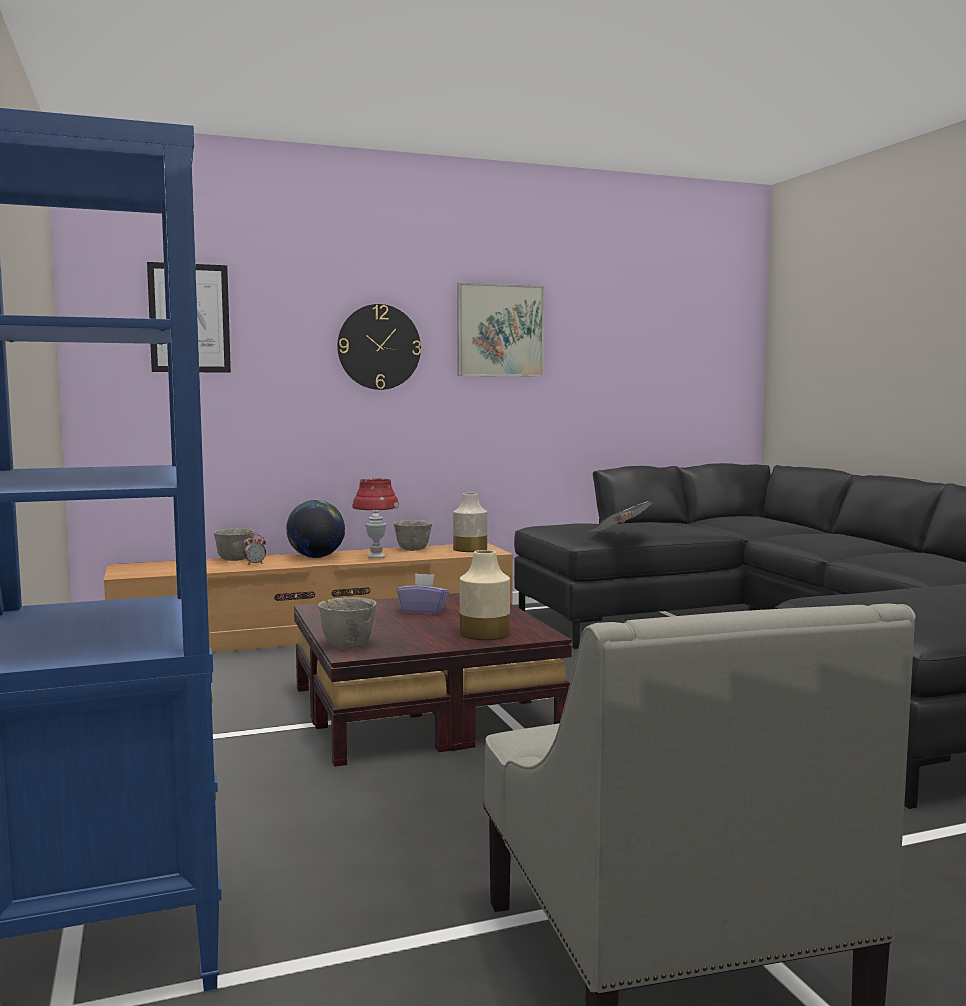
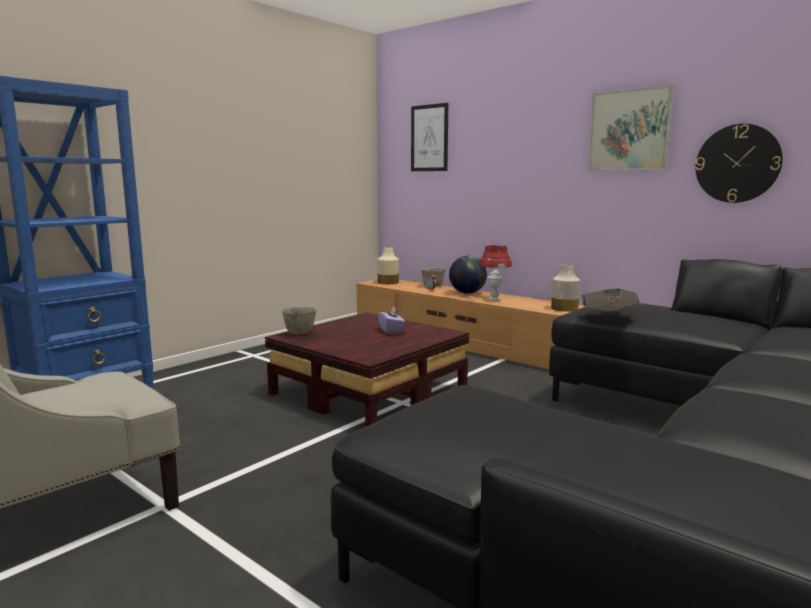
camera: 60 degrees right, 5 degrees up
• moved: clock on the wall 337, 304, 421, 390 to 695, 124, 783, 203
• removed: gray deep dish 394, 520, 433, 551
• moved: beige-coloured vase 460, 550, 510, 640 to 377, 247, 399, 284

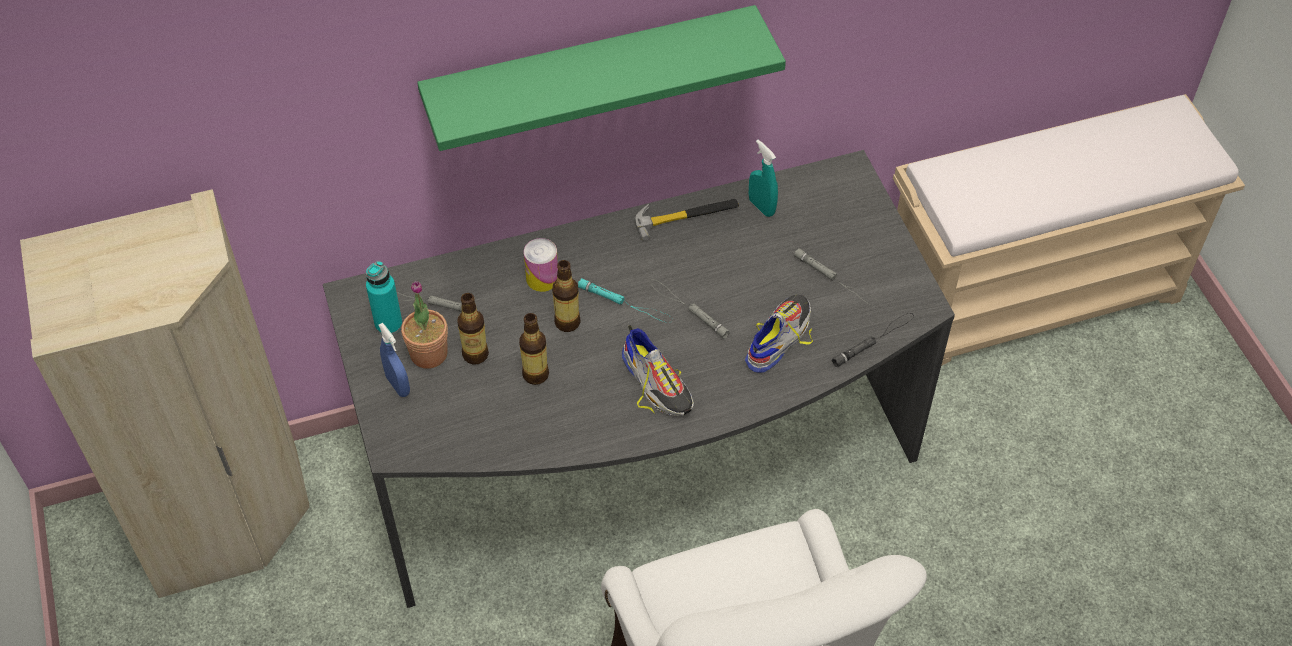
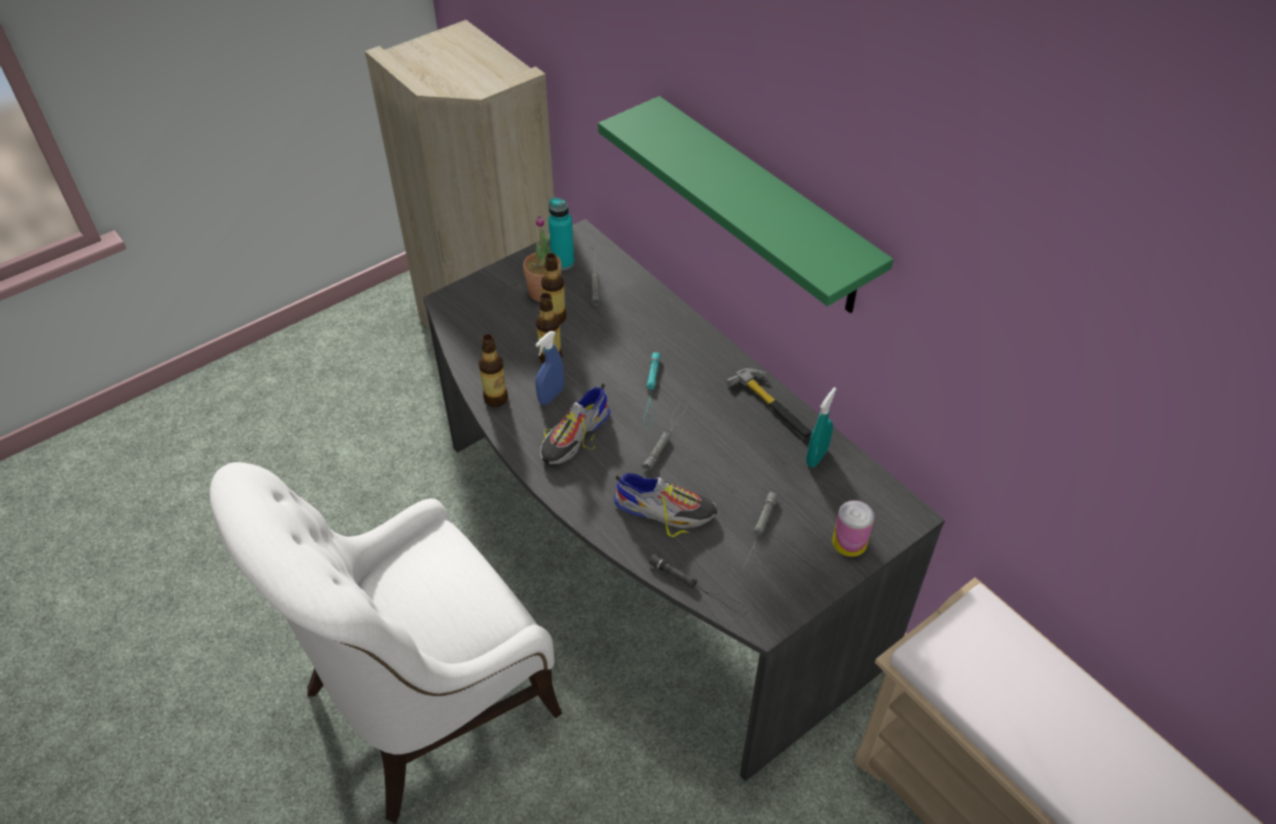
camera: 70 degrees right, 5 degrees down
• moved: sealed can 524, 238, 558, 292 to 832, 500, 875, 557
• moved: bottle 552, 260, 581, 332 to 479, 334, 508, 407
• moved: blue spray bottle 379, 323, 410, 397 to 535, 331, 564, 405

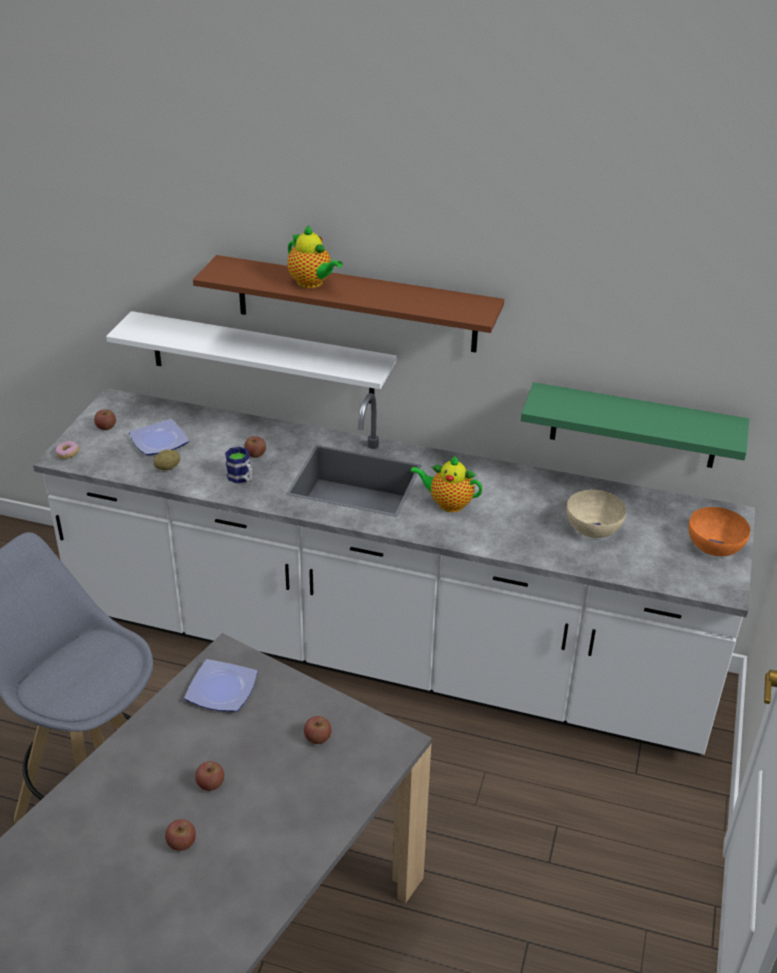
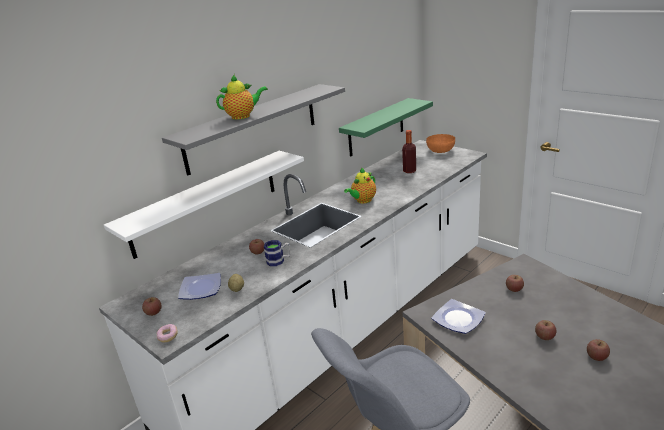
camera: 60 degrees left, 10 degrees down
• recoloured: brown wall shelf 193, 255, 504, 353 to gray wall shelf 162, 84, 345, 176
• replaced: beige-coloured deep dish 566, 489, 626, 538 to bottle 402, 130, 416, 173

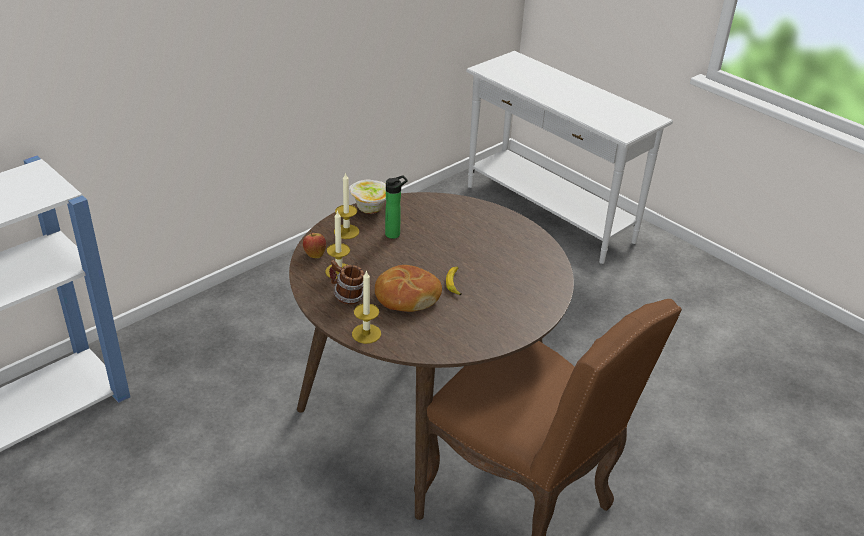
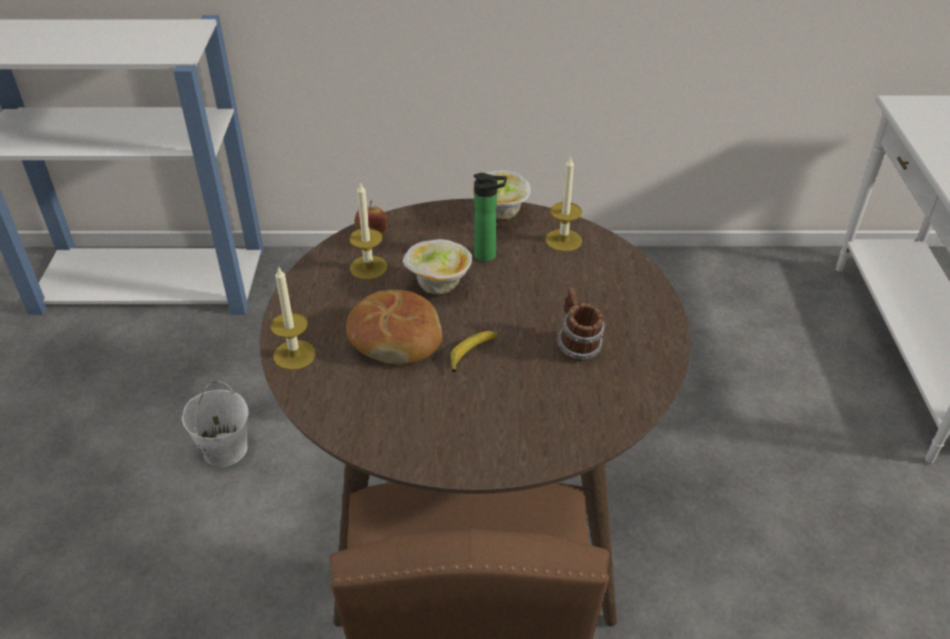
camera: 45 degrees right, 5 degrees up
• moved: wax light 334, 172, 359, 239 to 545, 155, 582, 252
• moved: coffee mug 329, 260, 364, 305 to 557, 287, 605, 361
• added: deep dish 402, 239, 472, 295
• added: white-coloured pail 182, 381, 249, 467

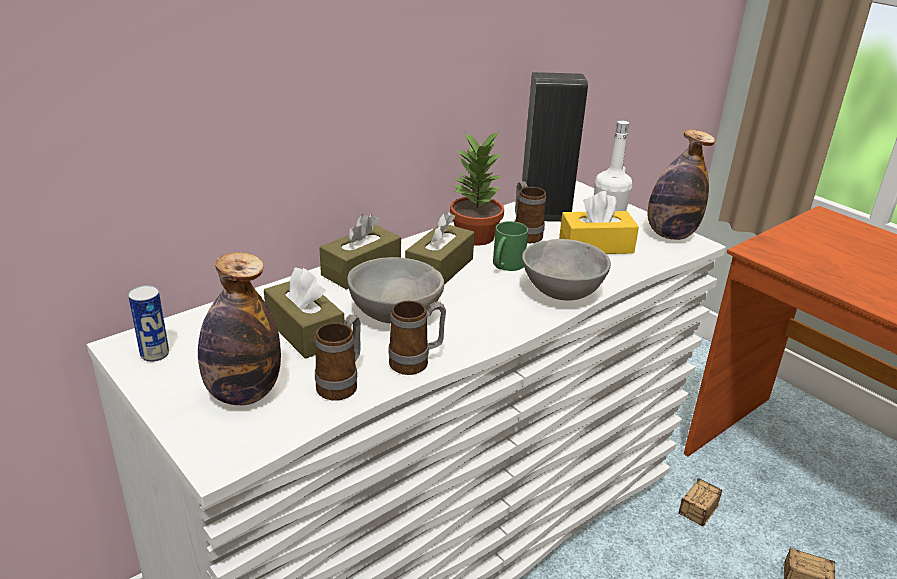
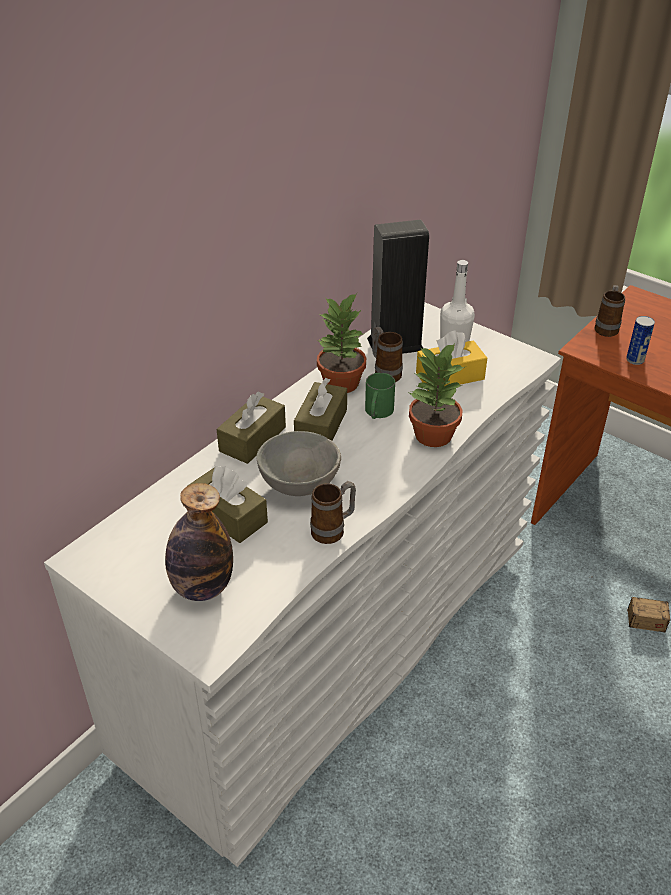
camera: 10 degrees left, 10 degrees up
• removed: bottle 648, 129, 715, 240
• replaced: gray deep dish 522, 239, 611, 300 to houseplant 409, 342, 465, 447
• moved: sealed can 128, 285, 169, 362 to 626, 316, 655, 365
• moved: coffee mug 315, 314, 361, 401 to 594, 285, 625, 337
• removed: storage container 678, 478, 722, 526

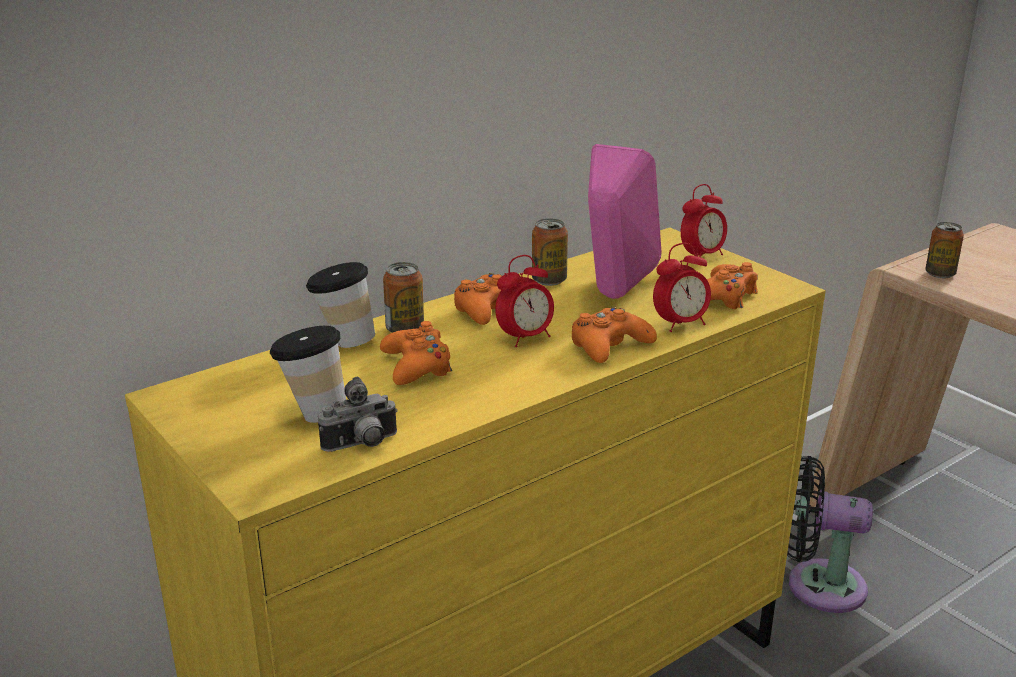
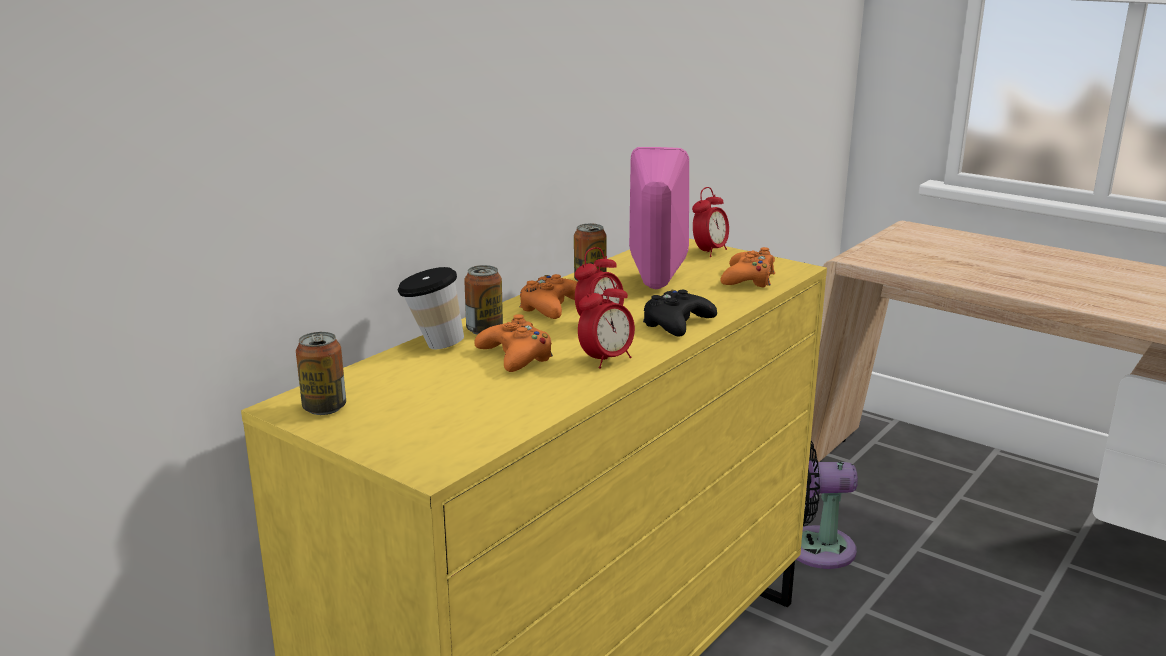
camera: 15 degrees left, 5 degrees down
• moved: sealed can 925, 222, 964, 278 to 296, 332, 346, 415
• moved: table clock 653, 243, 711, 332 to 578, 276, 635, 369
• recoloured: orange game controller 572, 306, 657, 363 to black-coloured game controller 643, 290, 717, 337
• removed: small cup 270, 326, 346, 423
• removed: photo camera 318, 377, 398, 452

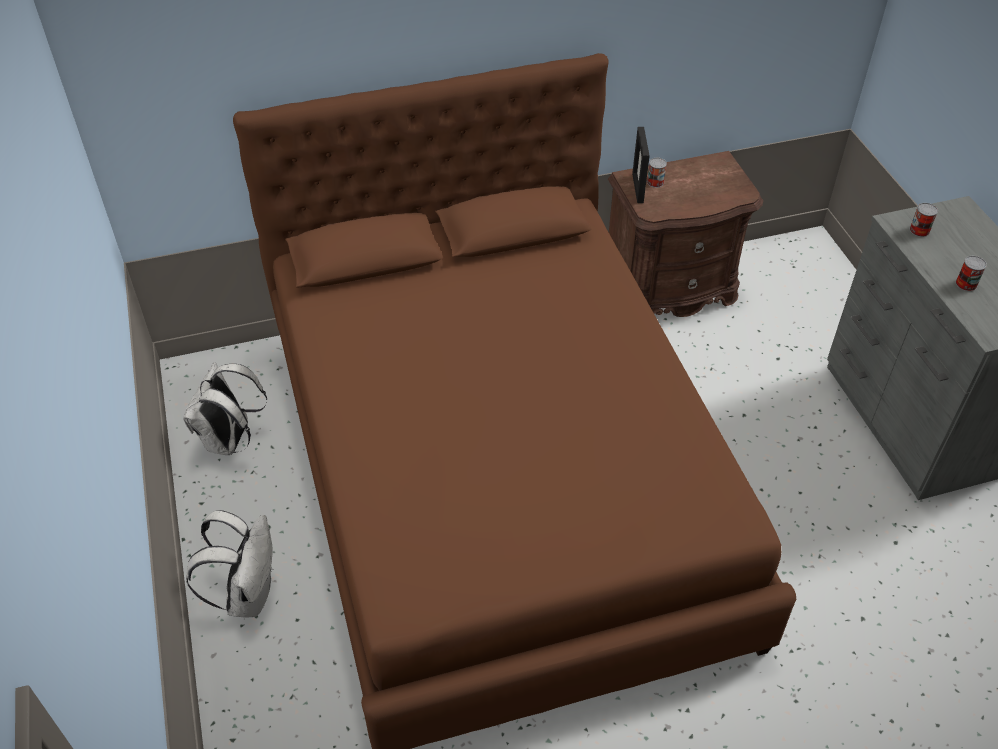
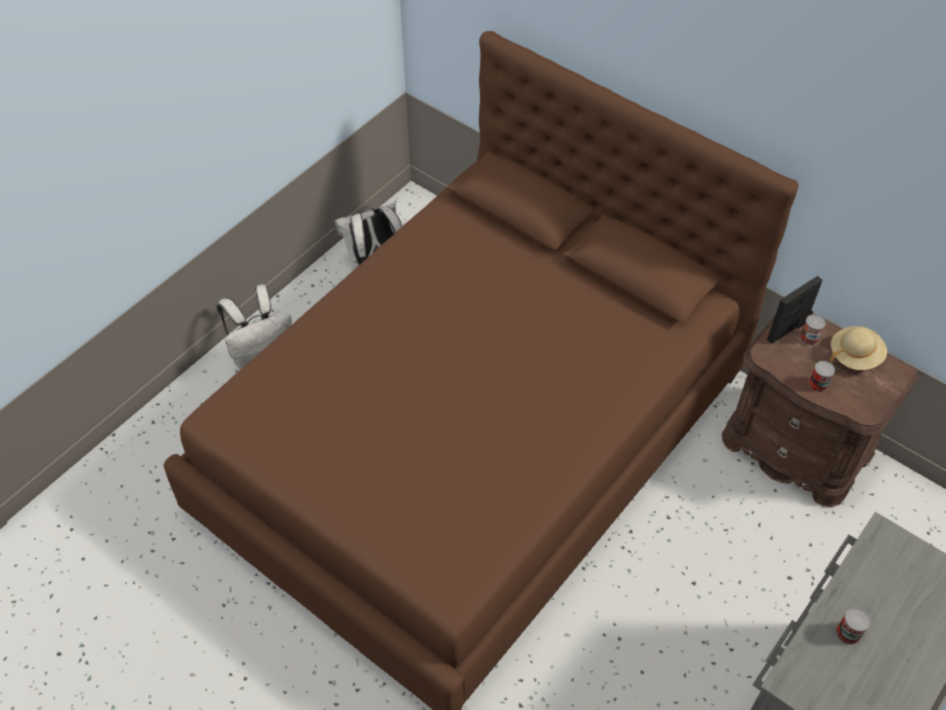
camera: 55 degrees right, 5 degrees up
• moved: sealed can 910, 203, 938, 237 to 808, 361, 835, 393
• added: beige-coloured wearable hat 830, 326, 887, 370

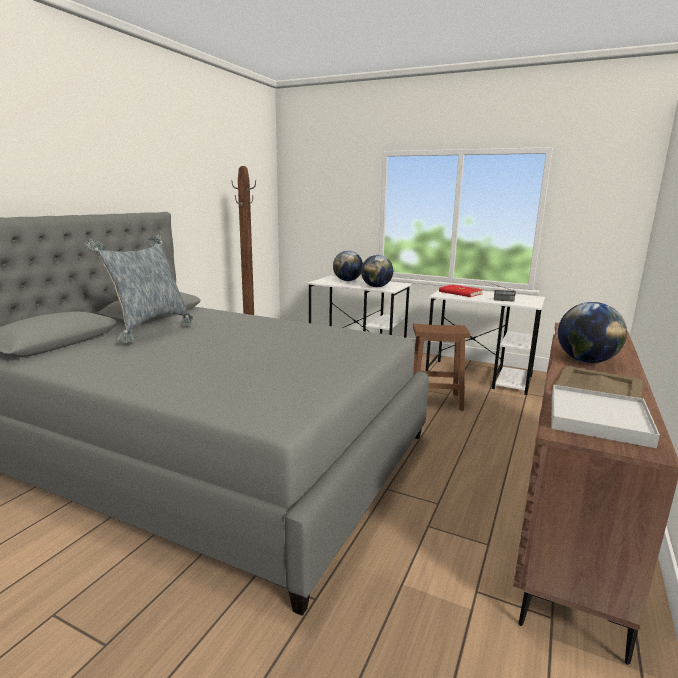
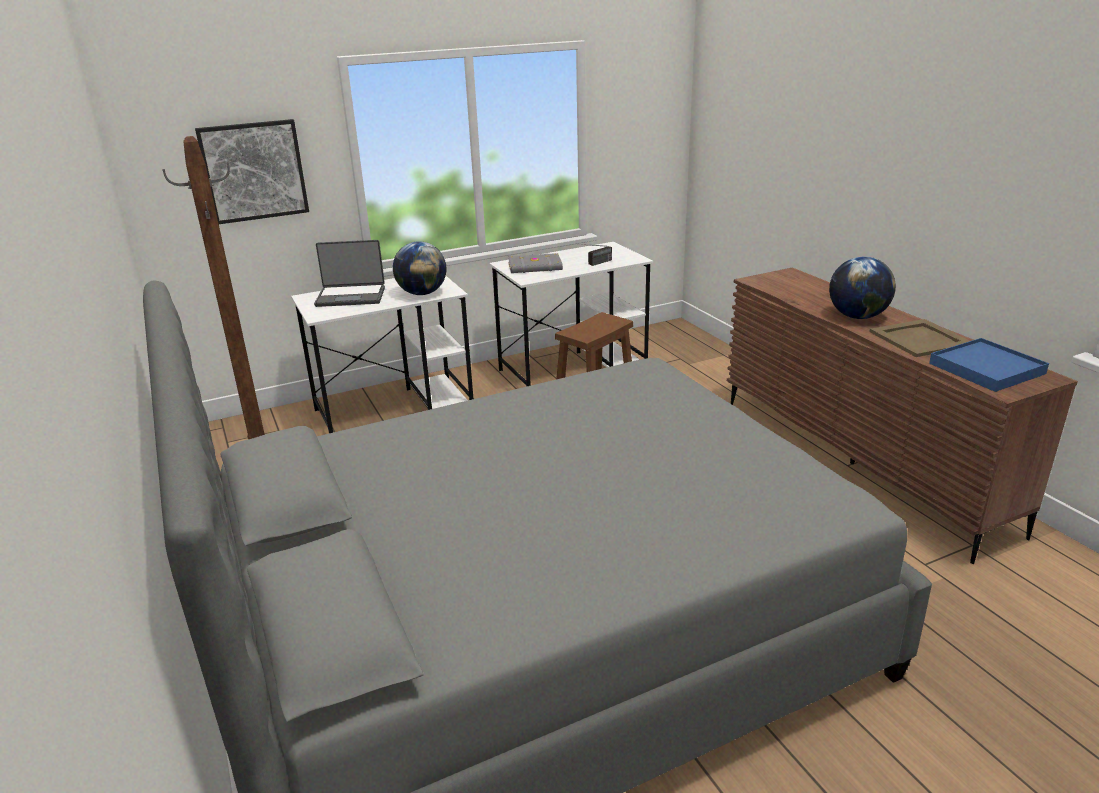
camera: 50 degrees left, 10 degrees up
• removed: pillow 85, 235, 194, 343
• replaced: globe 333, 251, 363, 281 to laptop 314, 240, 385, 307
• recoloured: red bound book 439, 284, 483, 297 to gray bound book 508, 253, 563, 273
• recoloured: white-coloured serving tray 551, 385, 660, 448 to blue serving tray 929, 338, 1049, 392
• added: wall picture 195, 119, 309, 224

